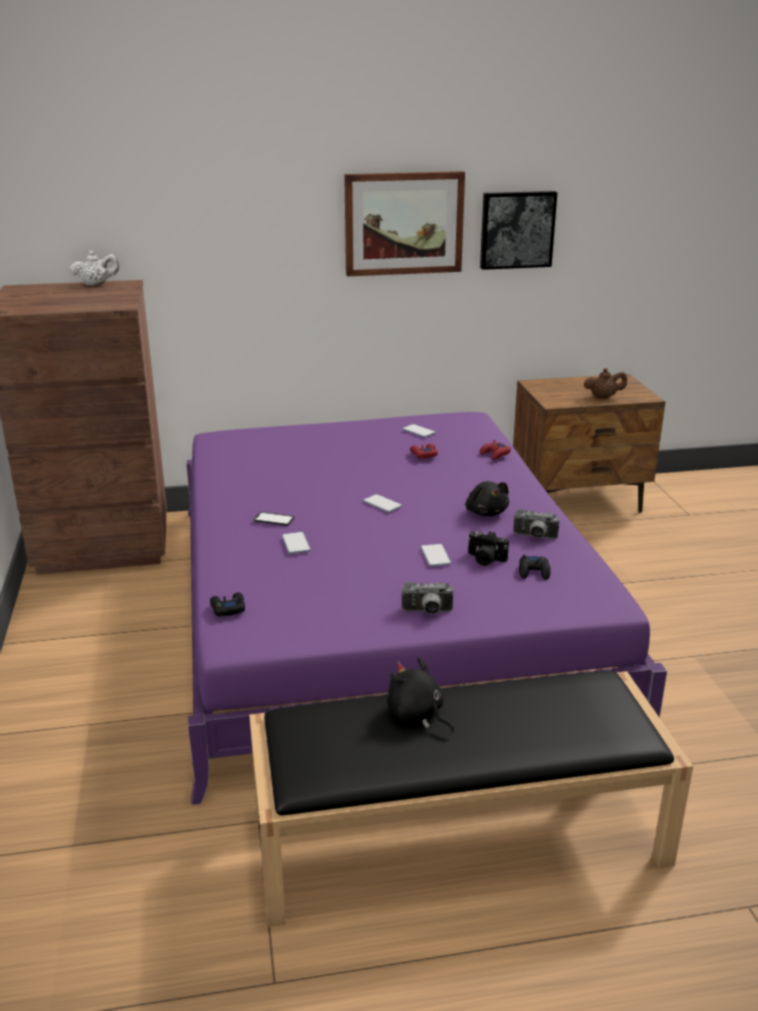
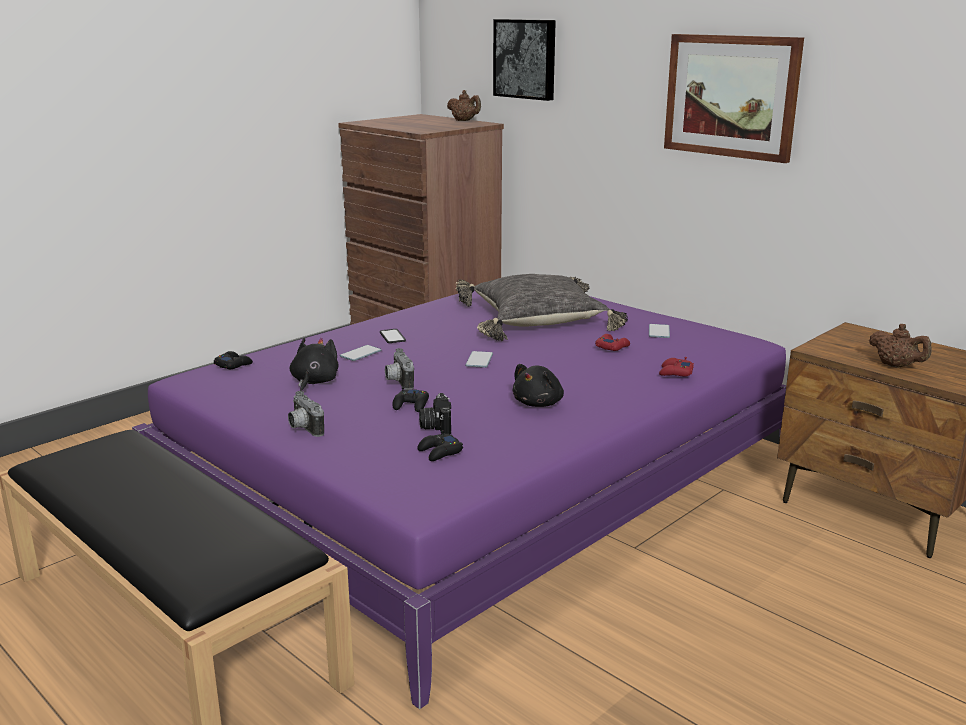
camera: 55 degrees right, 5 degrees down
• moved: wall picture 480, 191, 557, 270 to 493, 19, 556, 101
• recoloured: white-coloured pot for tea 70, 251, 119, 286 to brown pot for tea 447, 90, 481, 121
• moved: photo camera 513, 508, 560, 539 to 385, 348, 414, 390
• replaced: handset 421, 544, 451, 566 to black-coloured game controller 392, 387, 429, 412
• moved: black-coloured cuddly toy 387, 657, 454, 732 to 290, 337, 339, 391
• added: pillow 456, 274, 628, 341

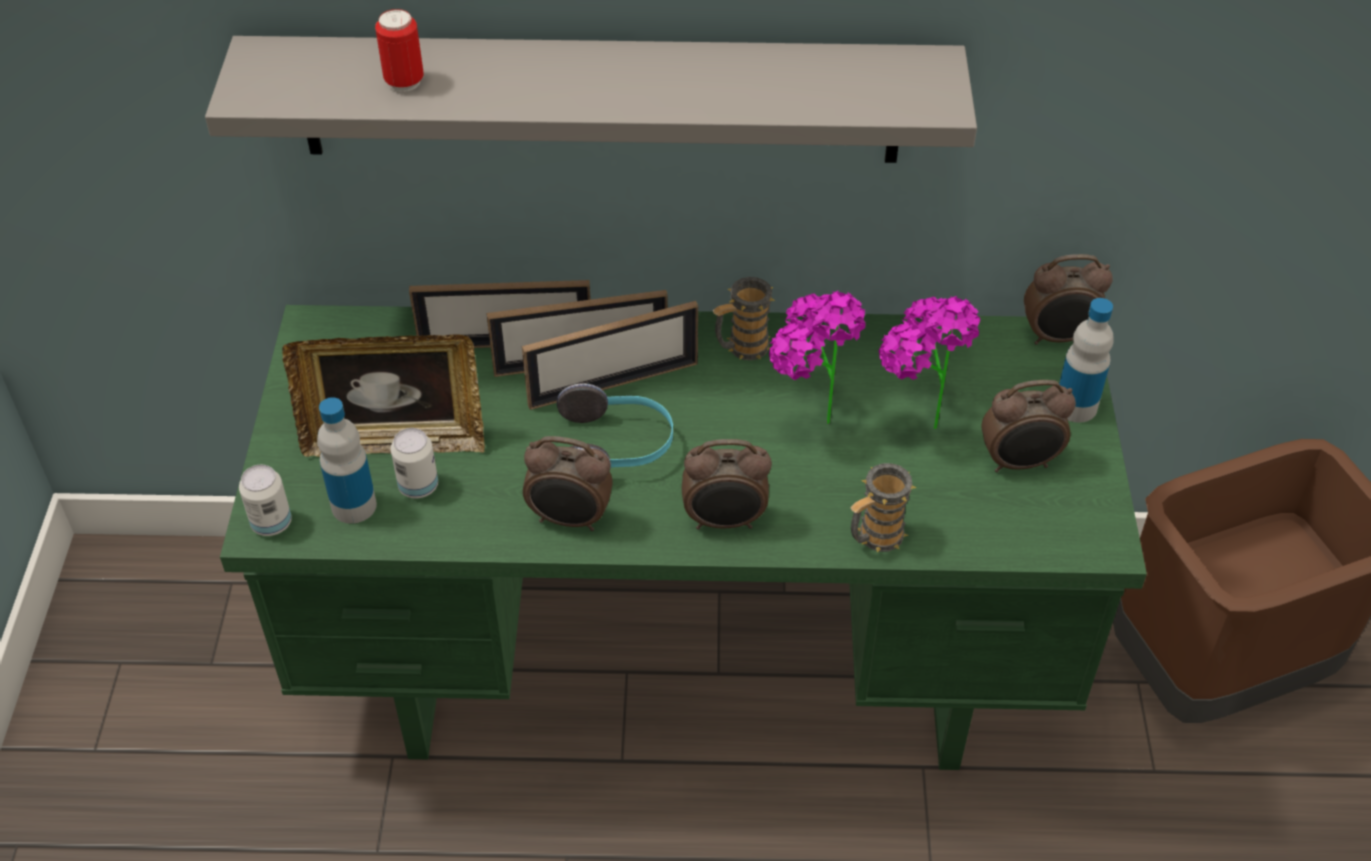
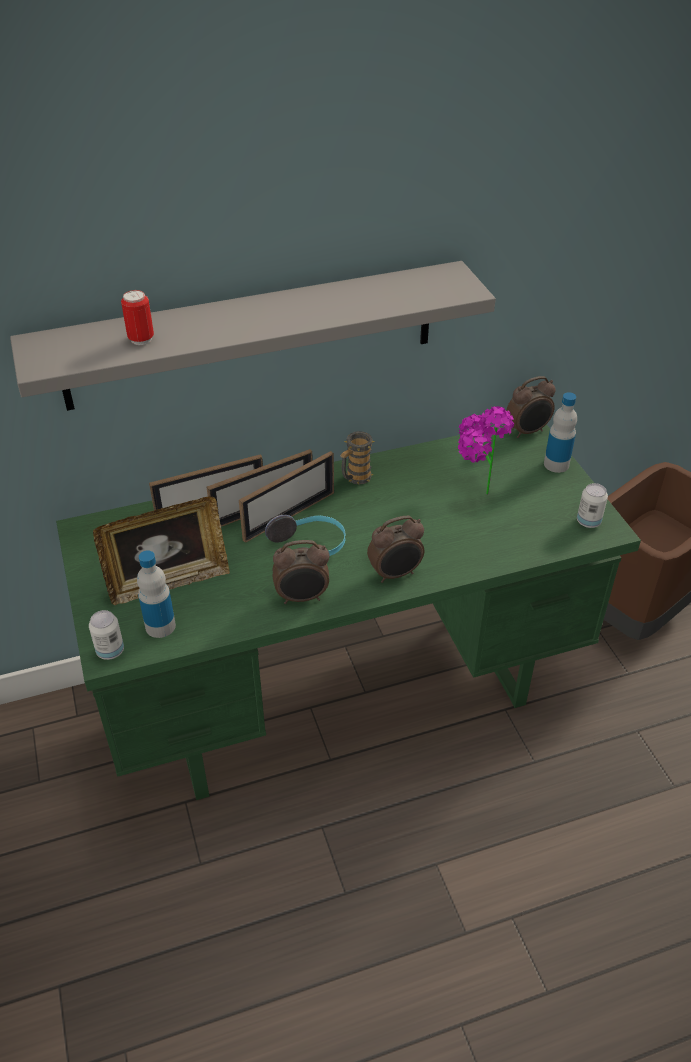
camera: 20 degrees left, 5 degrees down
• removed: houseplant 769, 291, 866, 424
• removed: table clock 981, 380, 1076, 472
• moved: sealed can 391, 428, 438, 498 to 577, 483, 608, 528
• removed: coffee mug 850, 463, 917, 553

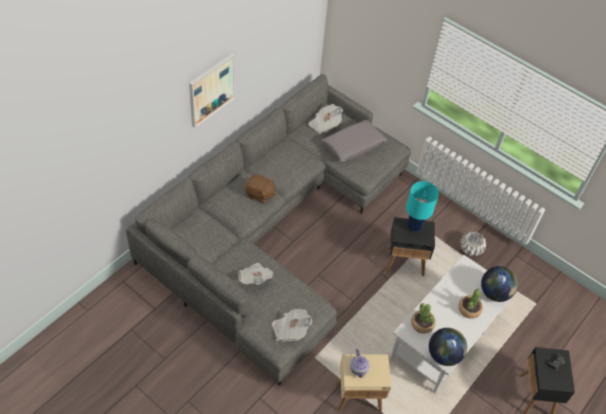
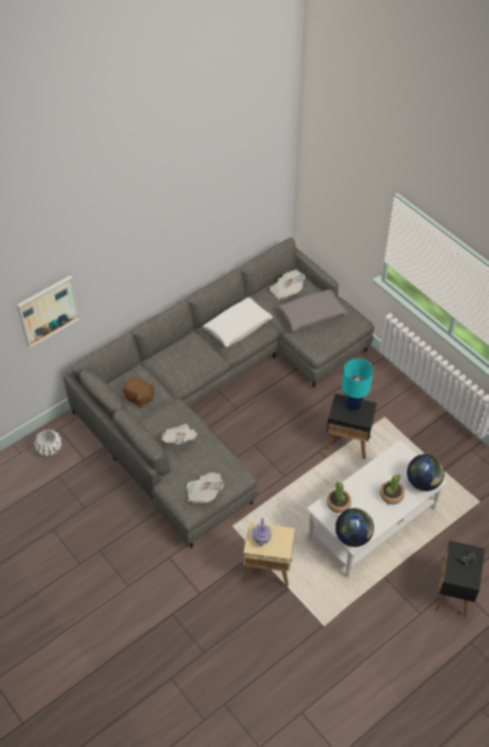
camera: 15 degrees right, 0 degrees up
• moved: wall picture 189, 53, 236, 128 to 17, 275, 81, 348
• moved: brown cuddly toy 245, 174, 276, 203 to 123, 376, 154, 408
• moved: white-coloured flower pot 460, 231, 486, 256 to 34, 429, 62, 457
• added: white-coloured pillow 203, 297, 273, 347

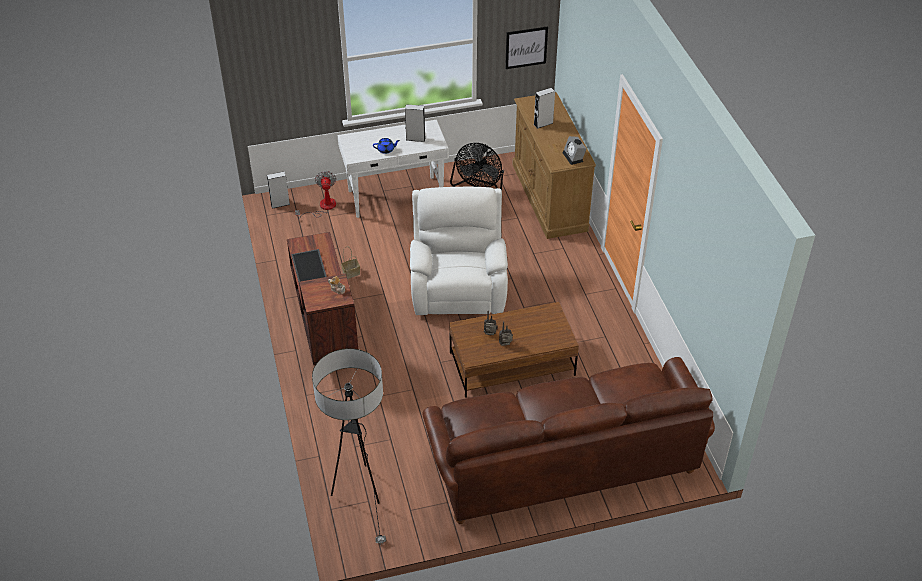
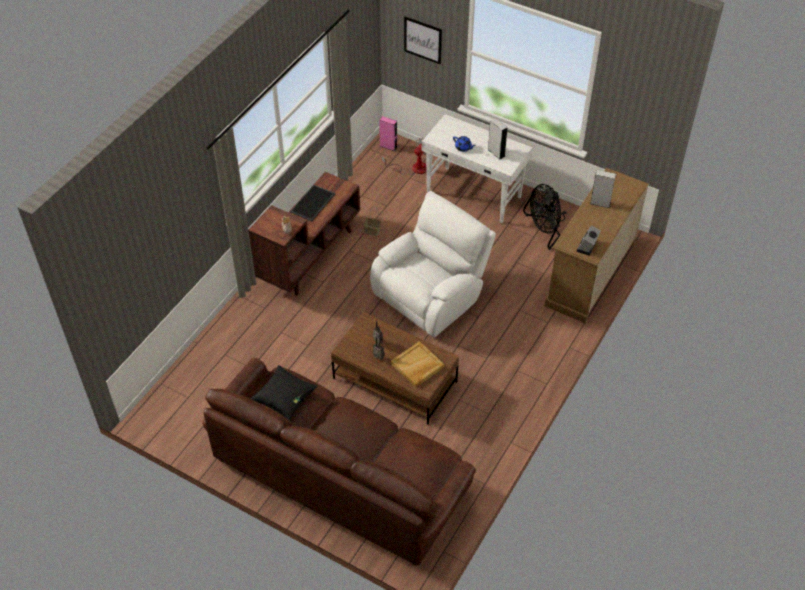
camera: 45 degrees right, 5 degrees up
• moved: wall picture 505, 26, 548, 69 to 404, 17, 442, 64
• recoloured: gray audio speaker 267, 172, 290, 209 to pink-coloured audio speaker 379, 116, 398, 152
• removed: standard lamp 312, 348, 386, 545
• added: beige-coloured serving tray 391, 341, 444, 387
• added: black-coloured pillow 250, 365, 318, 421

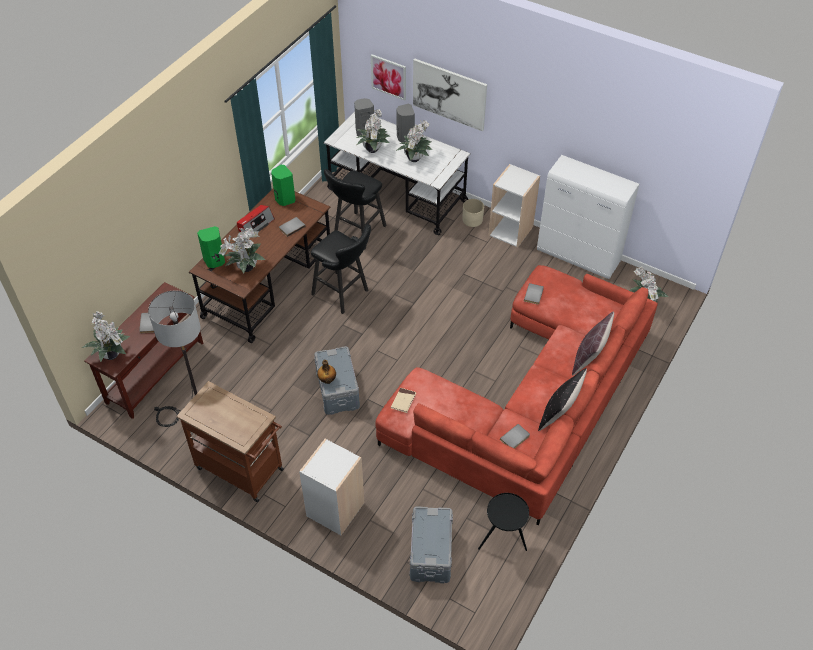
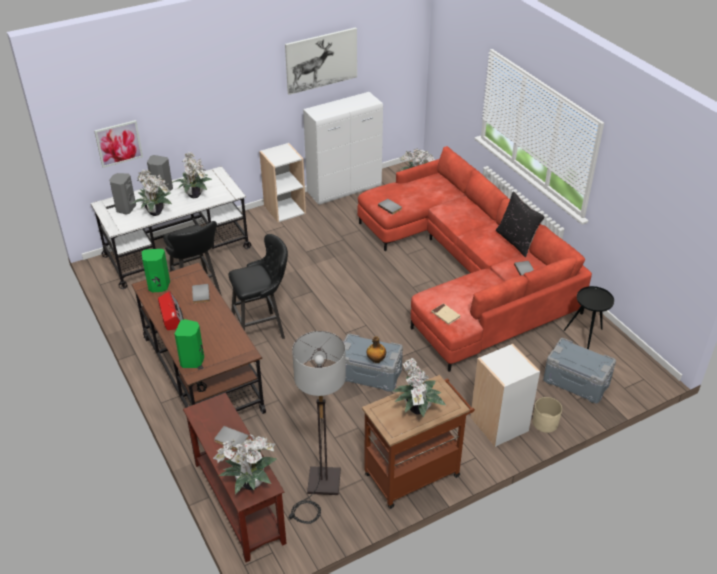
camera: 60 degrees left, 10 degrees down
• moved: wall picture 413, 59, 487, 131 to 285, 27, 357, 95
• moved: beige-coloured flower pot 463, 199, 484, 227 to 533, 397, 562, 433
• moved: houseplant 218, 227, 265, 274 to 392, 358, 446, 417
• removed: brown pillow 572, 311, 614, 376

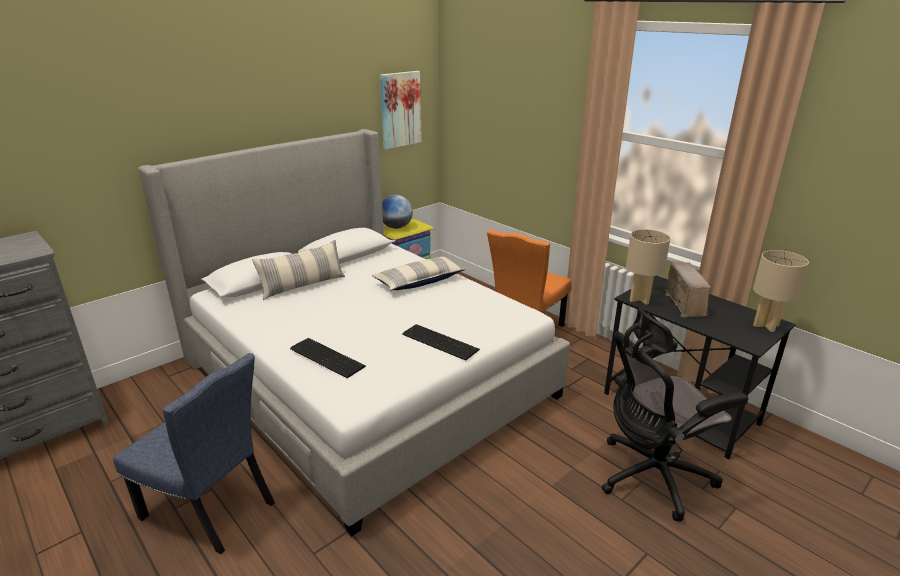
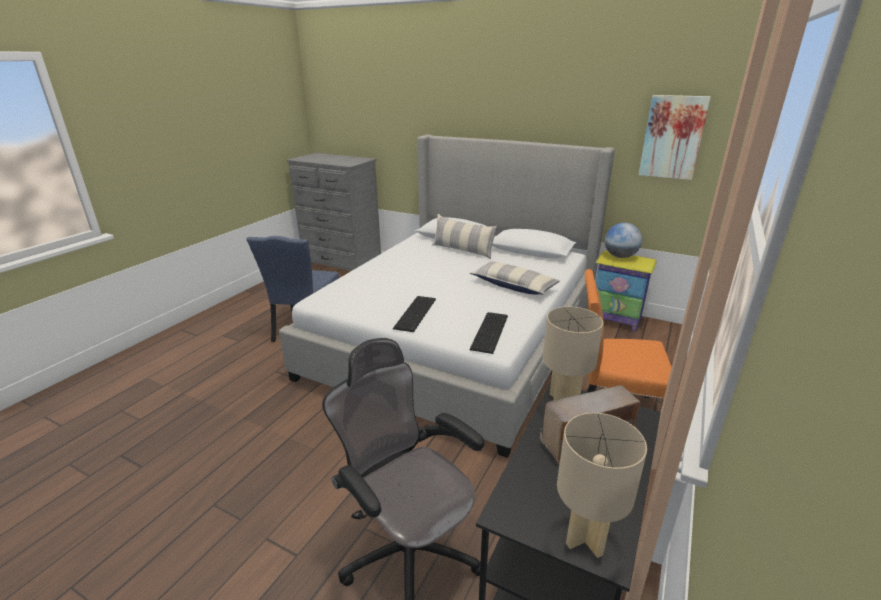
camera: 70 degrees right, 0 degrees up
• moved: computer keyboard 290, 338, 366, 378 to 469, 312, 508, 354

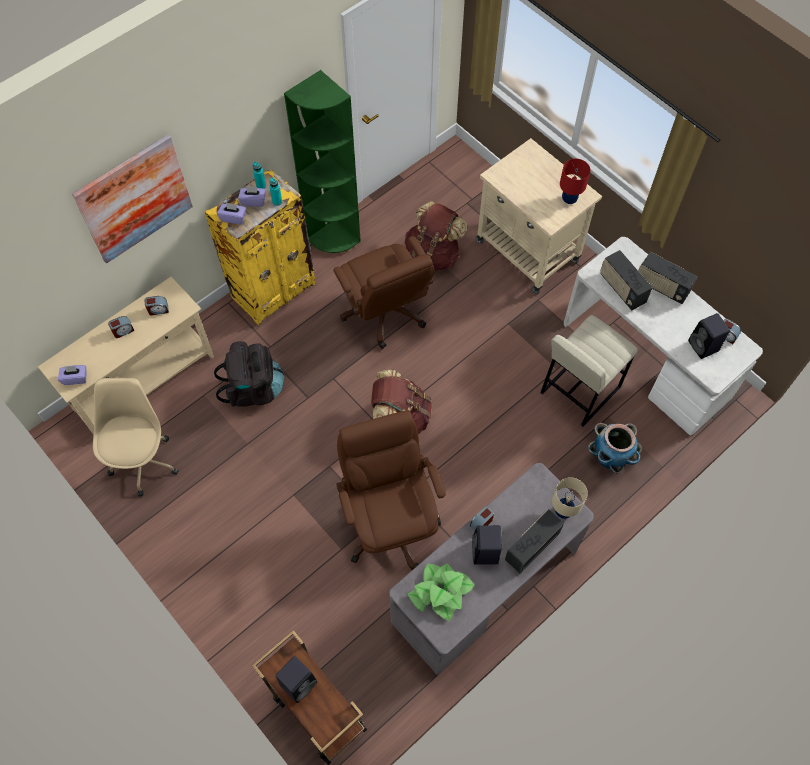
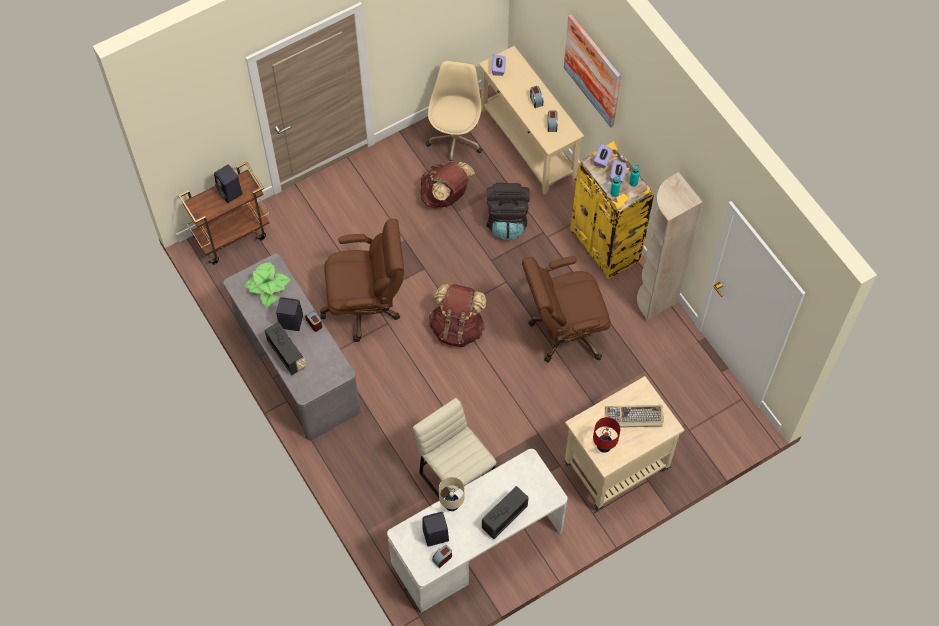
camera: 100 degrees right, 0 degrees up
• recoloured: greenish bookshelf 284, 70, 361, 253 to beige-coloured bookshelf 637, 172, 703, 320
• moved: brown backpack 405, 201, 467, 271 to 420, 161, 475, 208
• removed: radio set 600, 250, 652, 310
• turned: beige-coloured desk chair 93, 378, 179, 496 = 426, 60, 482, 162 90 degrees counterclockwise
• removed: flower pot 588, 423, 642, 473
• moved: beige-coloured tabletop lamp 552, 477, 588, 519 to 439, 477, 465, 511
• added: computer keyboard 605, 405, 664, 428

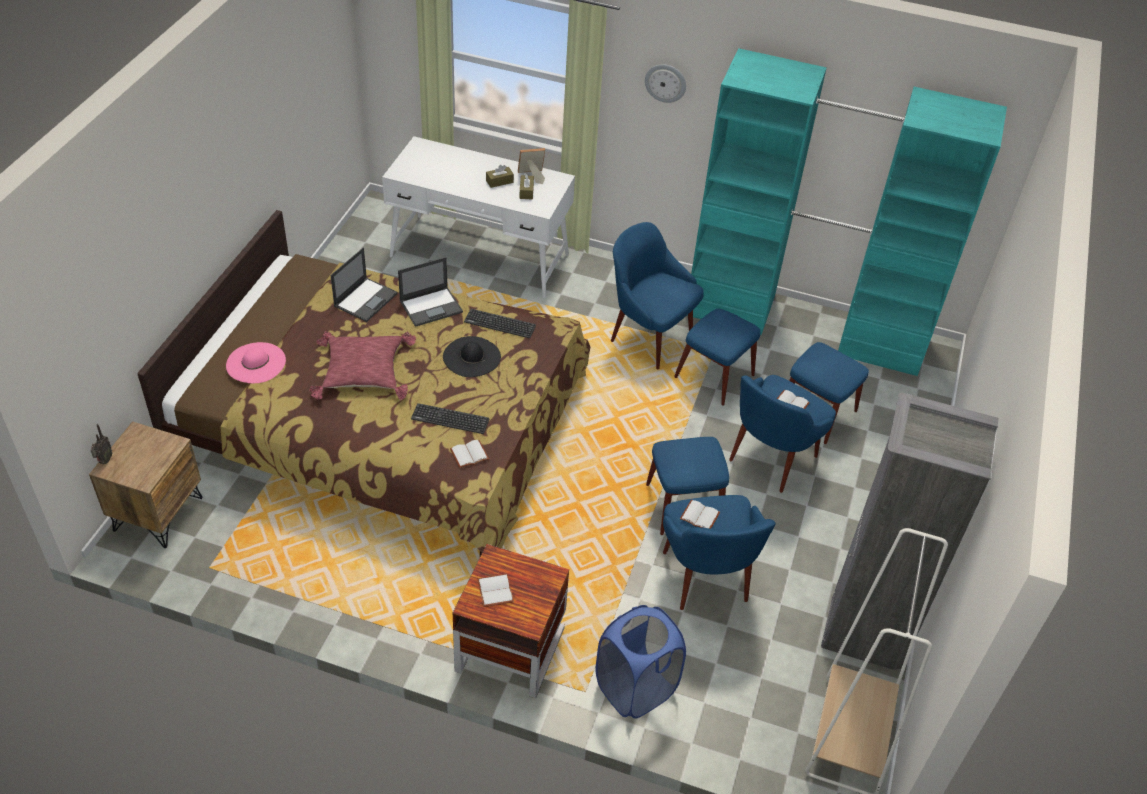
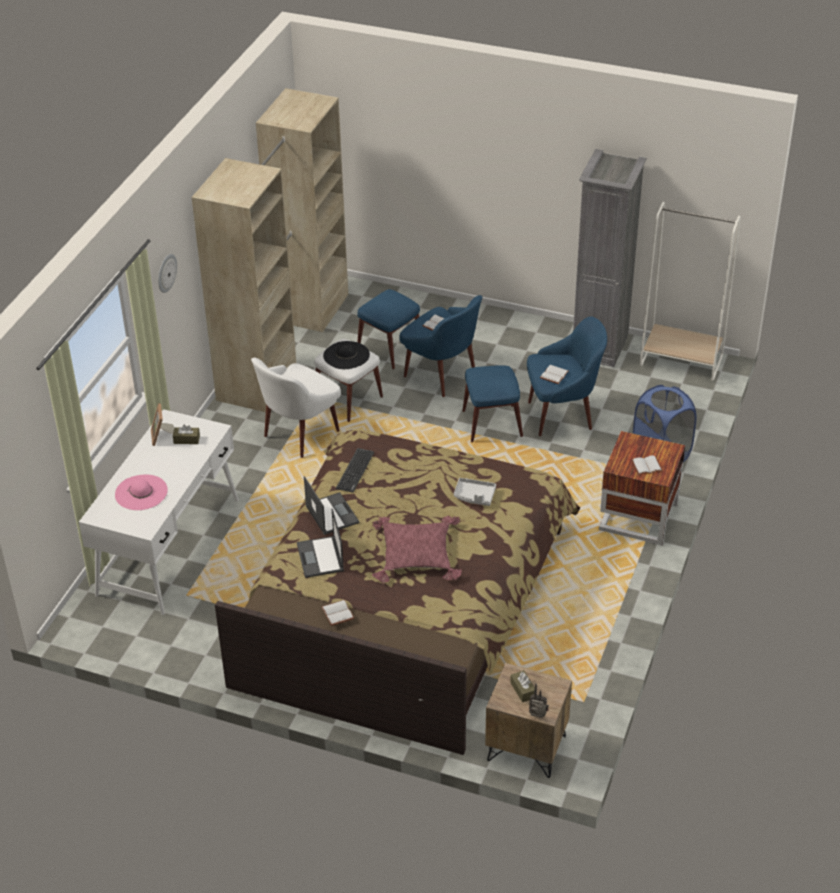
camera: 85 degrees left, 5 degrees down
• recoloured: blue-green wardrobe 687, 48, 1007, 376 to beige-coloured wardrobe 192, 88, 348, 412
• moved: brown tissue box 486, 165, 514, 188 to 510, 670, 535, 702
• recoloured: blue armchair 611, 222, 761, 406 to white-coloured armchair 251, 339, 383, 458
• turned: laptop 331, 248, 398, 322 = 297, 509, 344, 578 135 degrees counterclockwise
• moved: black-coloured wearable hat 443, 336, 501, 377 to 323, 341, 370, 369
• moved: pink-coloured wearable hat 226, 342, 286, 383 to 115, 475, 168, 510
• replaced: computer keyboard 411, 403, 489, 434 to gray serving tray 454, 478, 496, 506
• moved: white-coloured bound book 450, 440, 489, 468 to 322, 600, 354, 626

